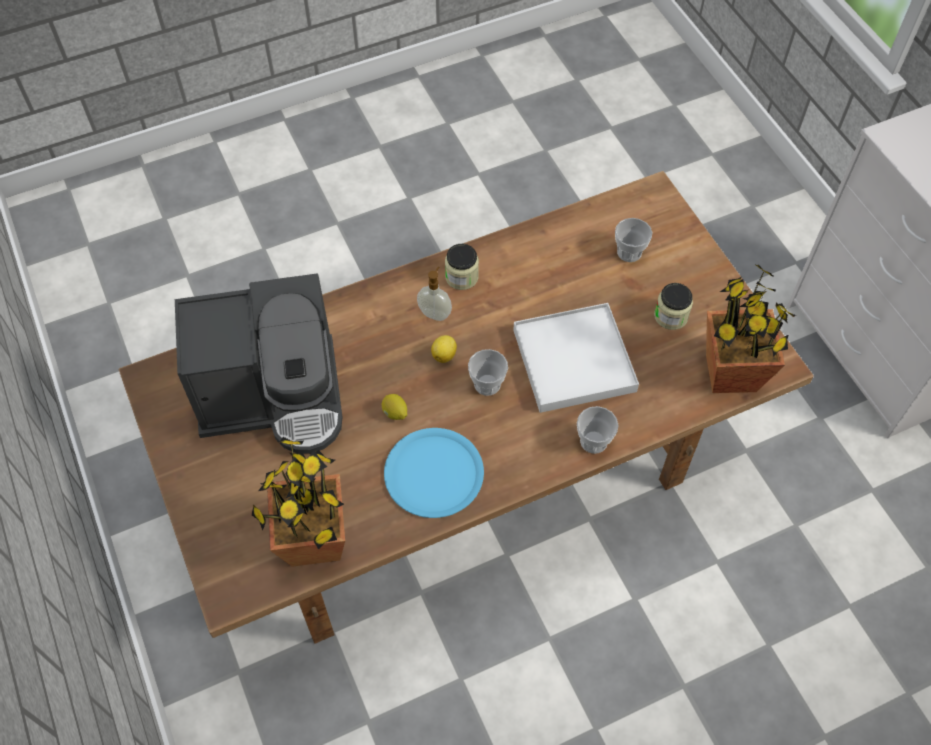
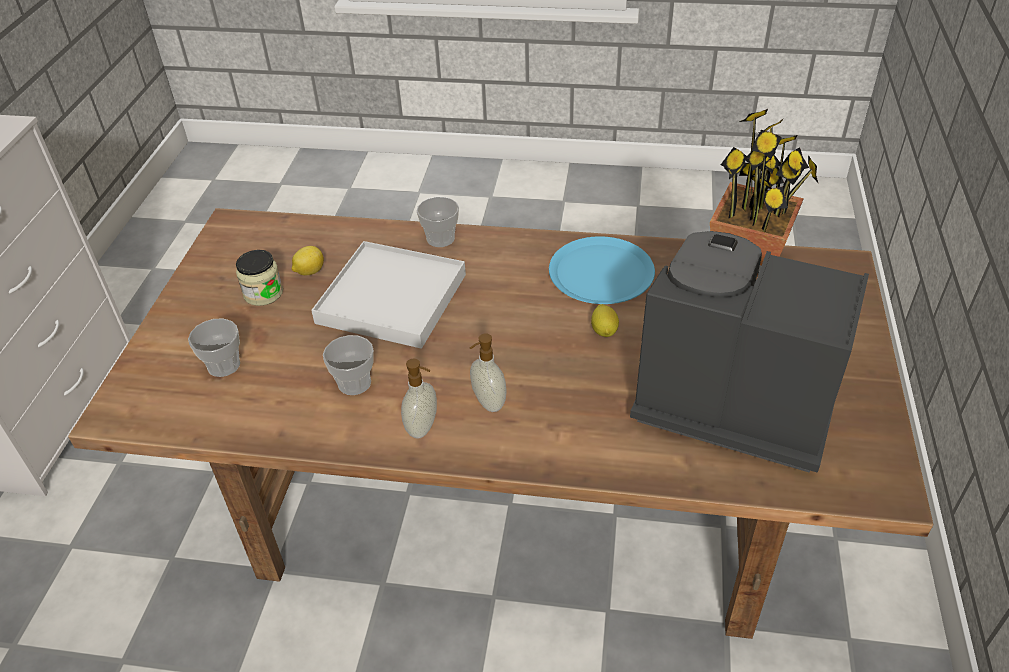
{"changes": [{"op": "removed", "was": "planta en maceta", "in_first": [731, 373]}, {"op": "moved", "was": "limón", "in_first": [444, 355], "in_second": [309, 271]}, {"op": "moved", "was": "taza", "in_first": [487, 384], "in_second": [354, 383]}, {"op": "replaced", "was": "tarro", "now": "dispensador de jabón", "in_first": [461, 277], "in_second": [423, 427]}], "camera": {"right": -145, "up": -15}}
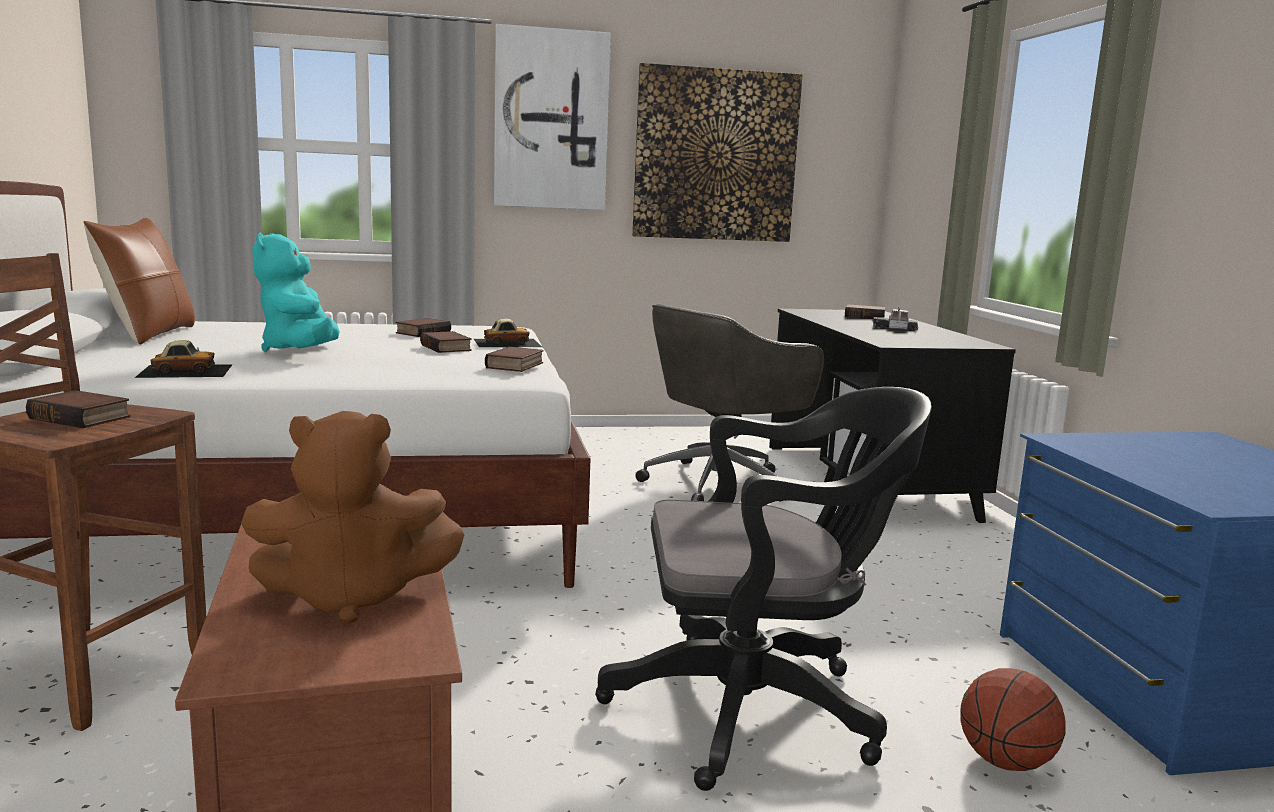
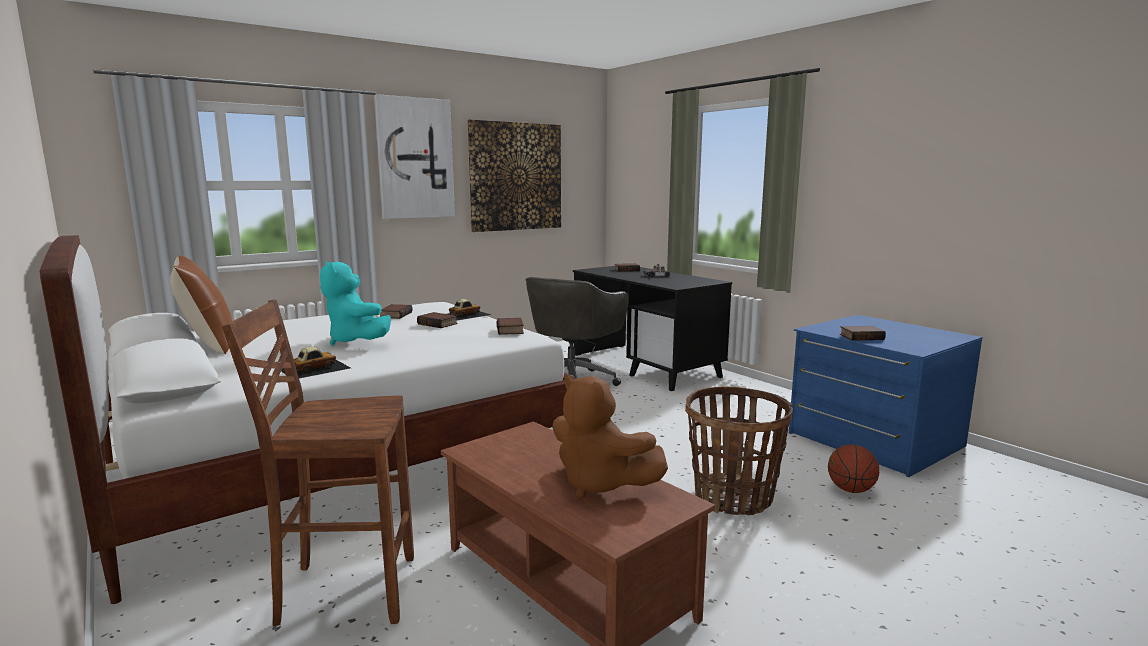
{"changes": [{"op": "moved", "was": "libro", "in_first": [83, 417], "in_second": [861, 337]}, {"op": "replaced", "was": "silla de oficina [negro]", "now": "cesta", "in_first": [757, 710], "in_second": [733, 497]}, {"op": "turned", "was": "peluche [marrón]", "in_first": [352, 597], "in_second": [600, 484], "clockwise": 75}], "camera": {"right": -25, "up": 0}}
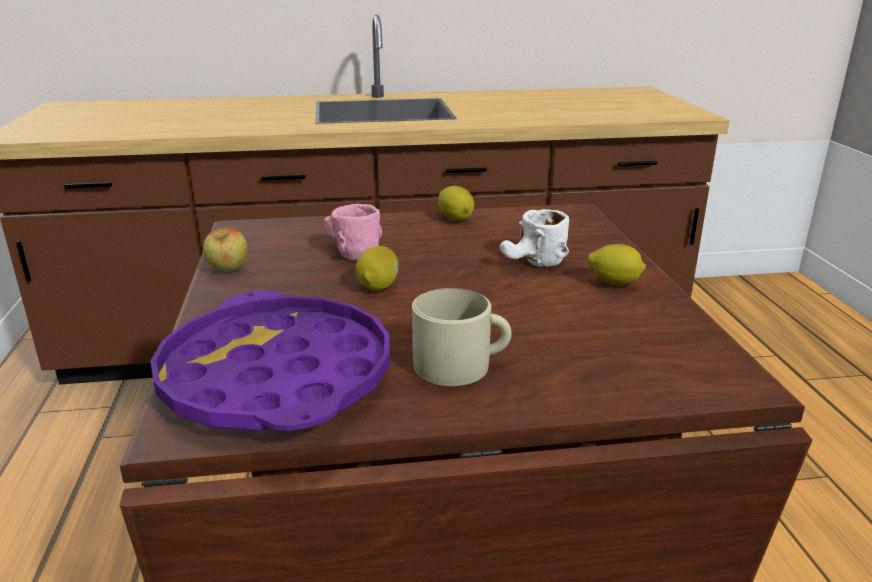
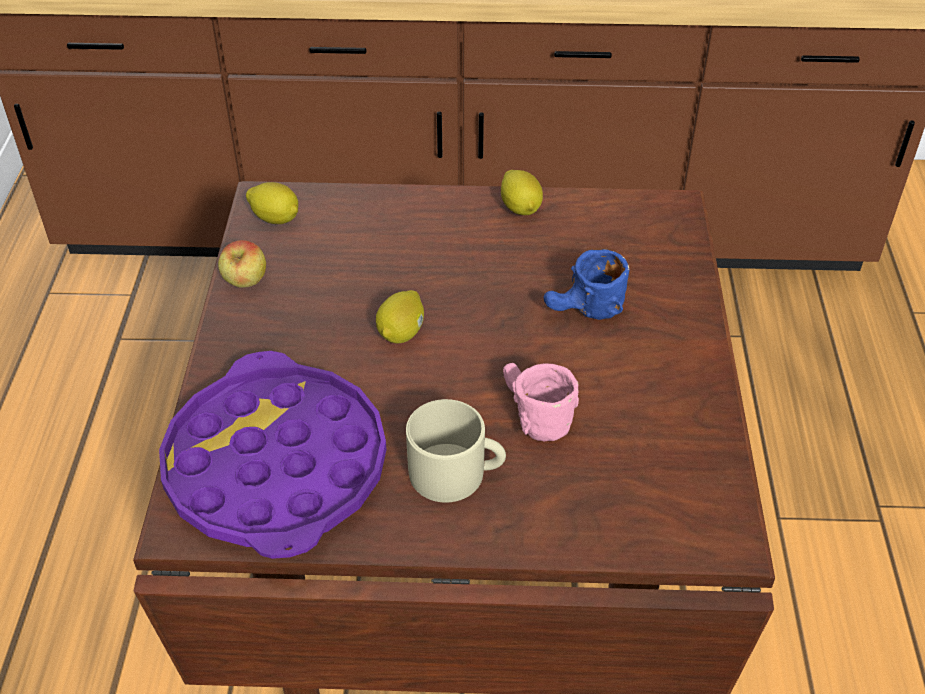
{"changes": [{"op": "moved", "was": "taza grande [rosa]", "in_first": [347, 251], "in_second": [530, 416]}, {"op": "moved", "was": "limón", "in_first": [614, 283], "in_second": [276, 219]}, {"op": "recoloured", "was": "taza grande [blanco]", "now": "taza grande [azul]", "in_first": [533, 264], "in_second": [584, 312]}], "camera": {"right": 10, "up": 20}}
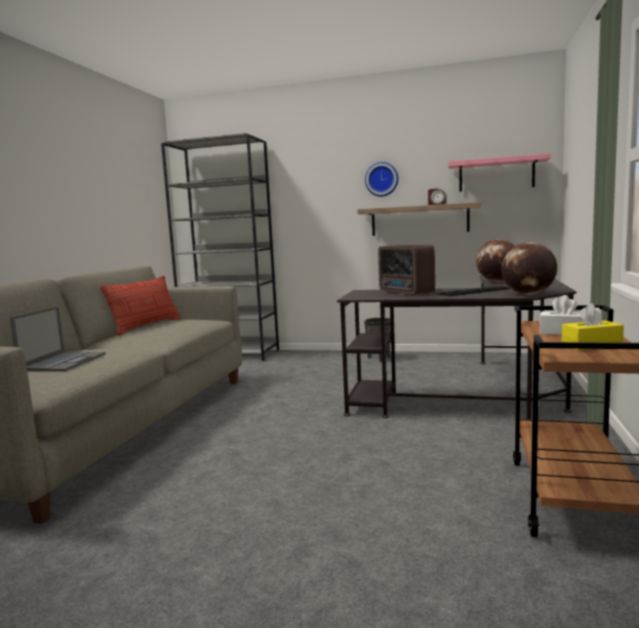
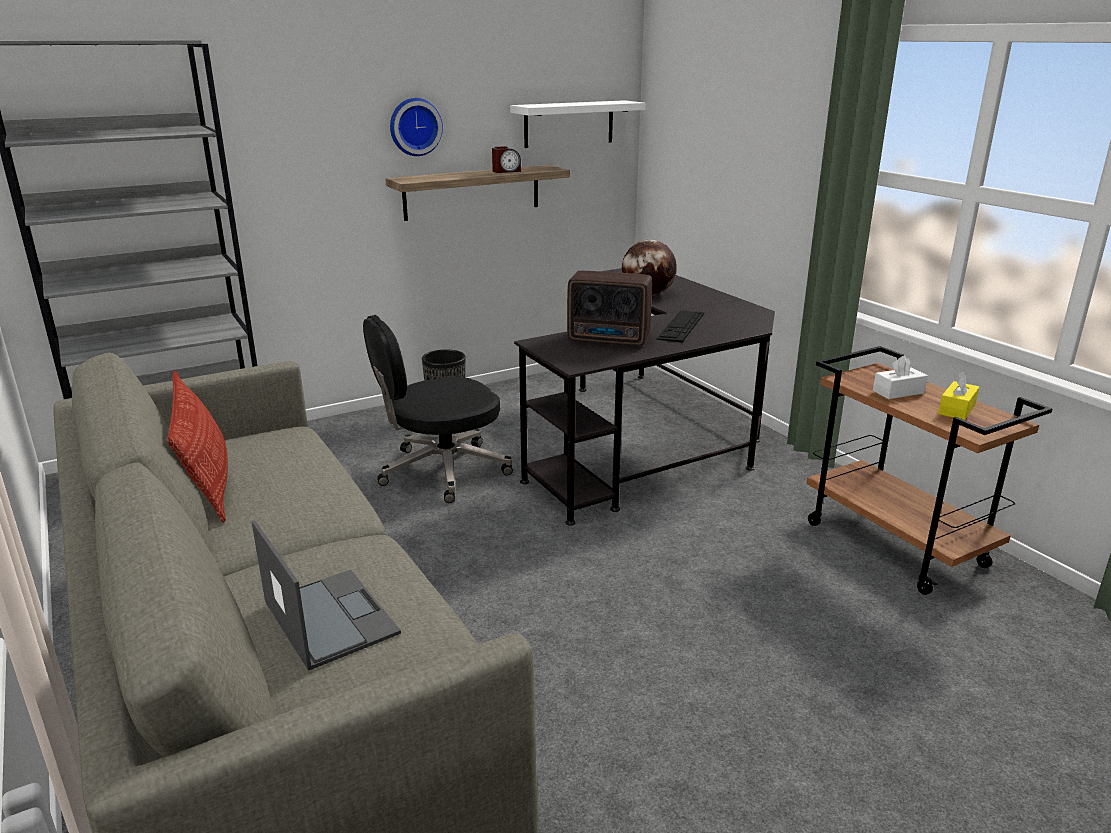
{"changes": [{"op": "removed", "was": "globo terráqueo", "in_first": [528, 294]}, {"op": "added", "now": "silla de oficina [negro]", "in_second": [441, 471]}, {"op": "recoloured", "was": "estante [rosa]", "now": "estante [blanco]", "in_first": [496, 174], "in_second": [569, 124]}], "camera": {"right": -45, "up": 15}}
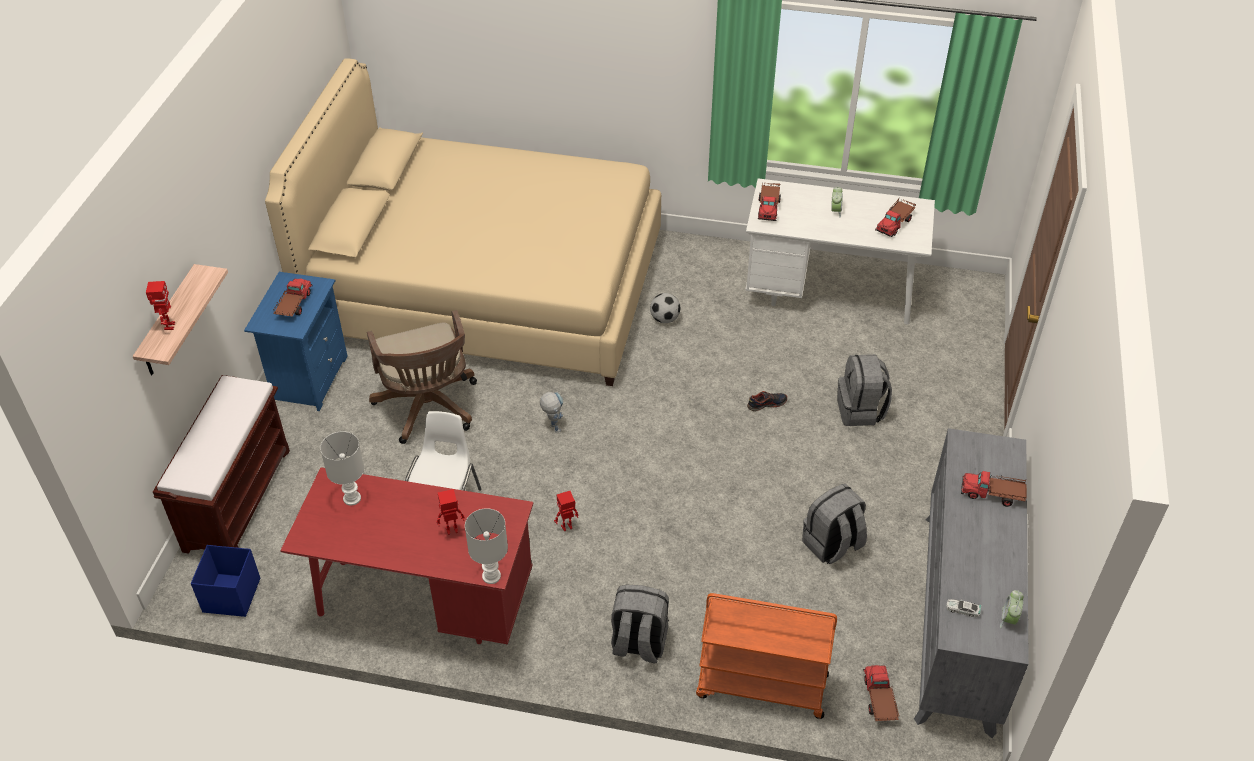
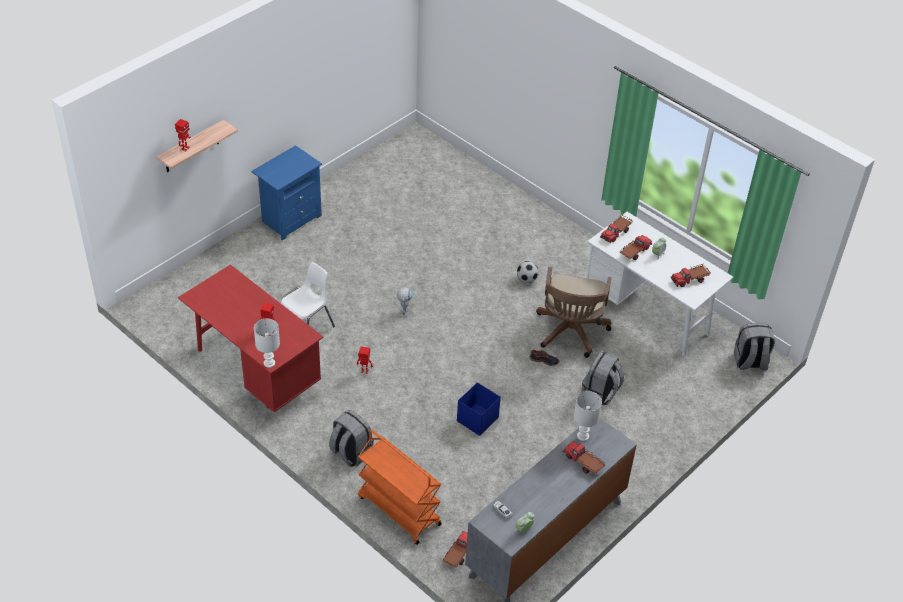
{"changes": [{"op": "removed", "was": "banco [marrón]", "in_first": [237, 498]}, {"op": "removed", "was": "cama [beis]", "in_first": [487, 288]}, {"op": "moved", "was": "caja de almacenaje [azul]", "in_first": [231, 596], "in_second": [477, 419]}, {"op": "moved", "was": "camión de juguete", "in_first": [294, 305], "in_second": [634, 252]}, {"op": "moved", "was": "lámpara de mesa [blanco]", "in_first": [351, 499], "in_second": [582, 436]}, {"op": "moved", "was": "silla de oficina [marrón]", "in_first": [428, 409], "in_second": [570, 333]}, {"op": "moved", "was": "mochila [gris]", "in_first": [832, 545], "in_second": [750, 362]}], "camera": {"right": 30, "up": 0}}
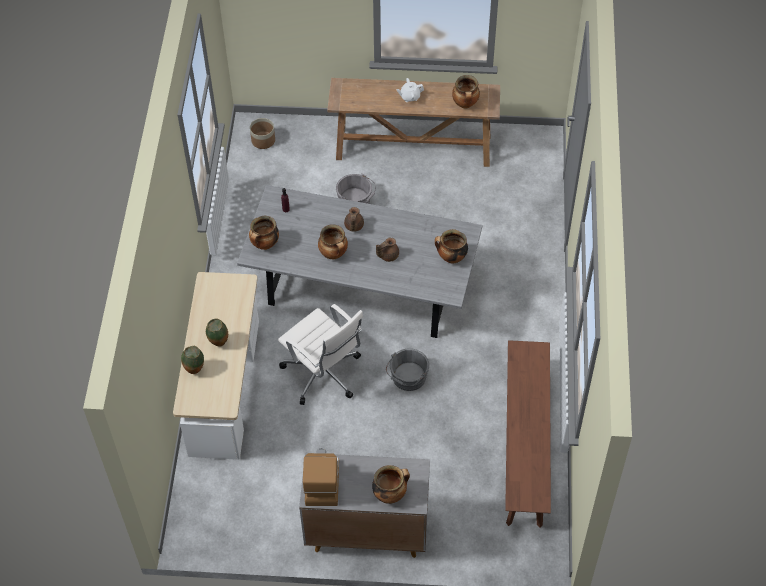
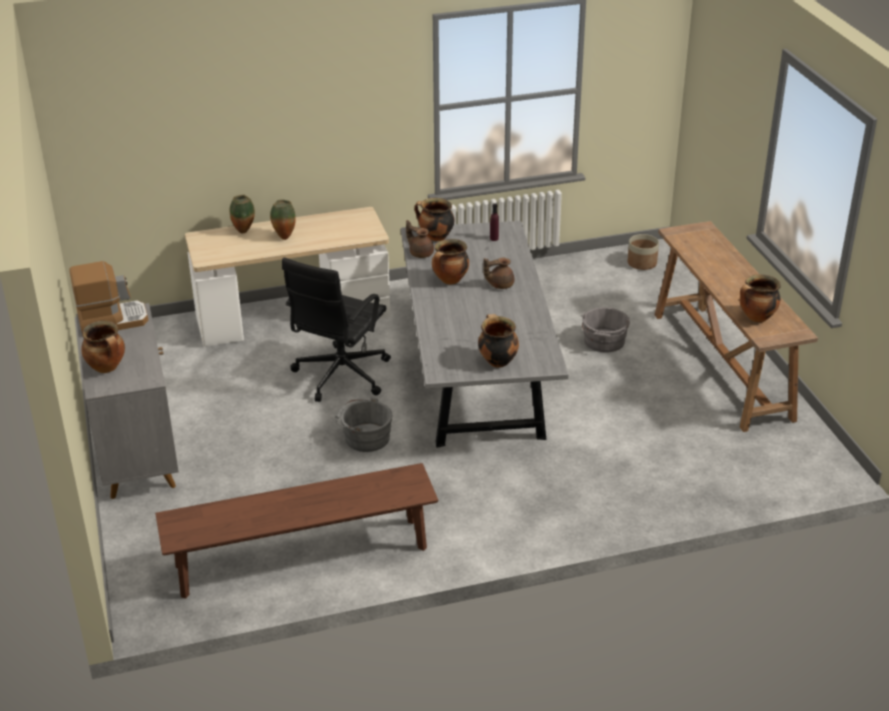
{"changes": [{"op": "removed", "was": "tetera [blanco]", "in_first": [410, 97]}, {"op": "moved", "was": "tetera [marrón]", "in_first": [387, 255], "in_second": [420, 253]}, {"op": "recoloured", "was": "silla de oficina [blanco]", "now": "silla de oficina [negro]", "in_first": [323, 374], "in_second": [339, 376]}], "camera": {"right": 70, "up": -20}}
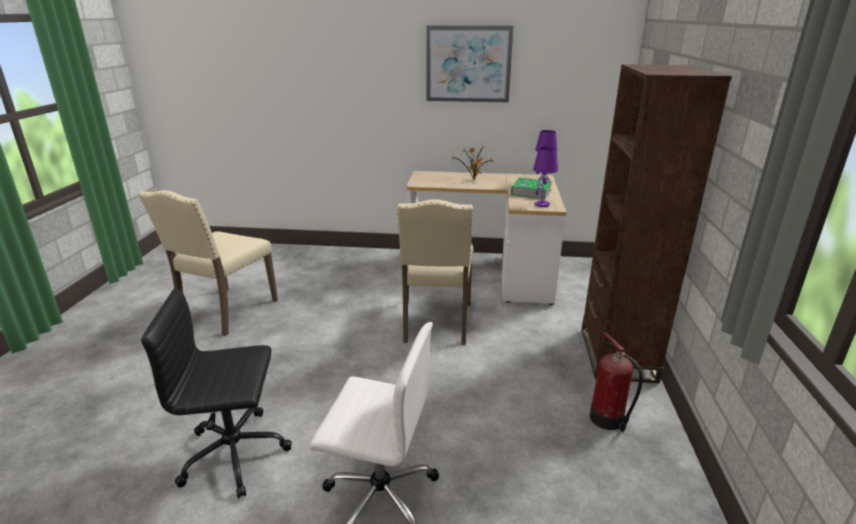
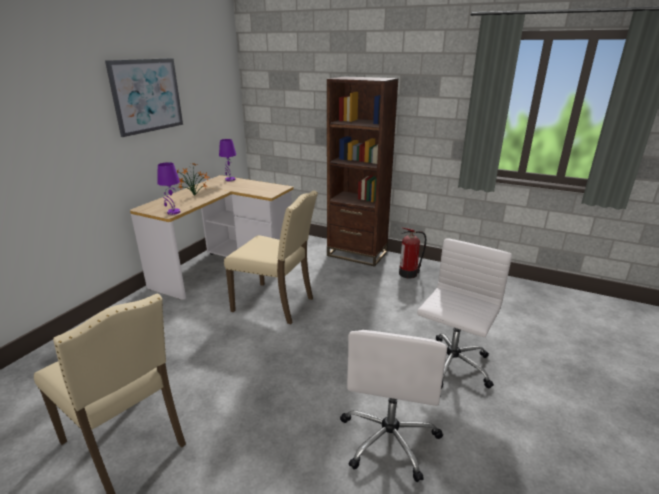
{"changes": [{"op": "removed", "was": "libro", "in_first": [531, 192]}, {"op": "moved", "was": "lámpara de mesa [morado]", "in_first": [541, 204], "in_second": [173, 212]}, {"op": "recoloured", "was": "silla de oficina [negro]", "now": "silla de oficina [blanco]", "in_first": [237, 453], "in_second": [389, 438]}], "camera": {"right": -70, "up": 0}}
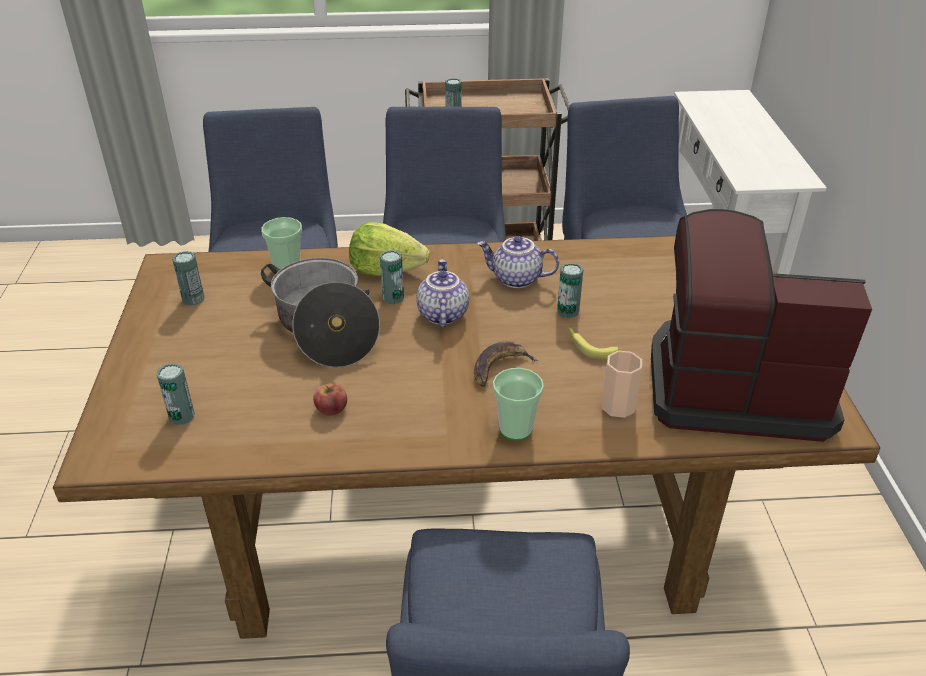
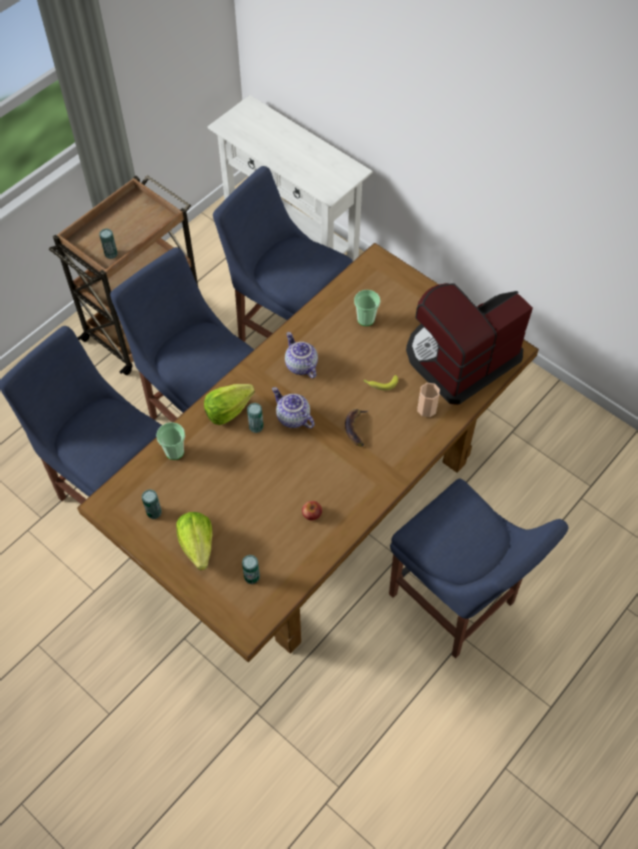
{"changes": [{"op": "removed", "was": "olla", "in_first": [325, 329]}, {"op": "removed", "was": "lata", "in_first": [568, 311]}, {"op": "added", "now": "lechuga", "in_second": [197, 545]}, {"op": "moved", "was": "taza", "in_first": [515, 429], "in_second": [365, 319]}, {"op": "turned", "was": "tetera", "in_first": [516, 279], "in_second": [300, 365], "clockwise": 90}], "camera": {"right": -45, "up": 20}}
